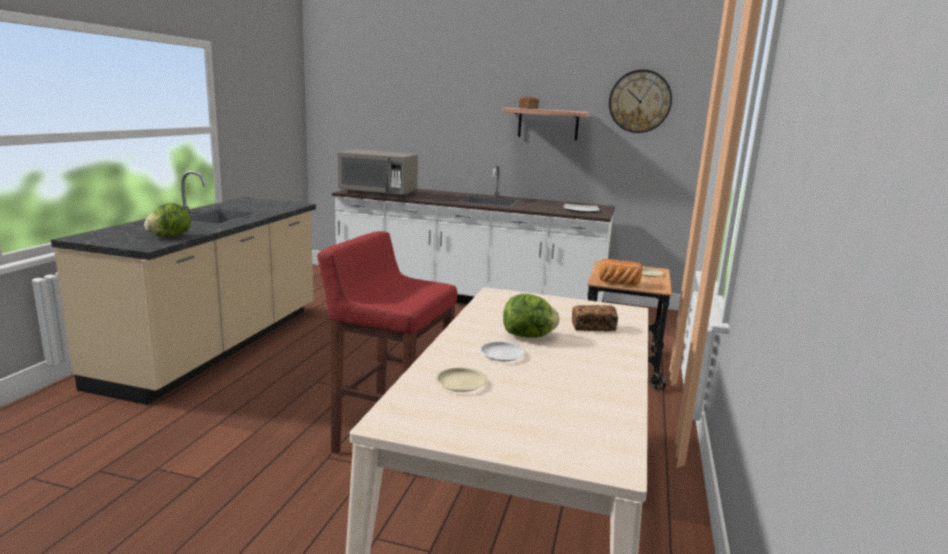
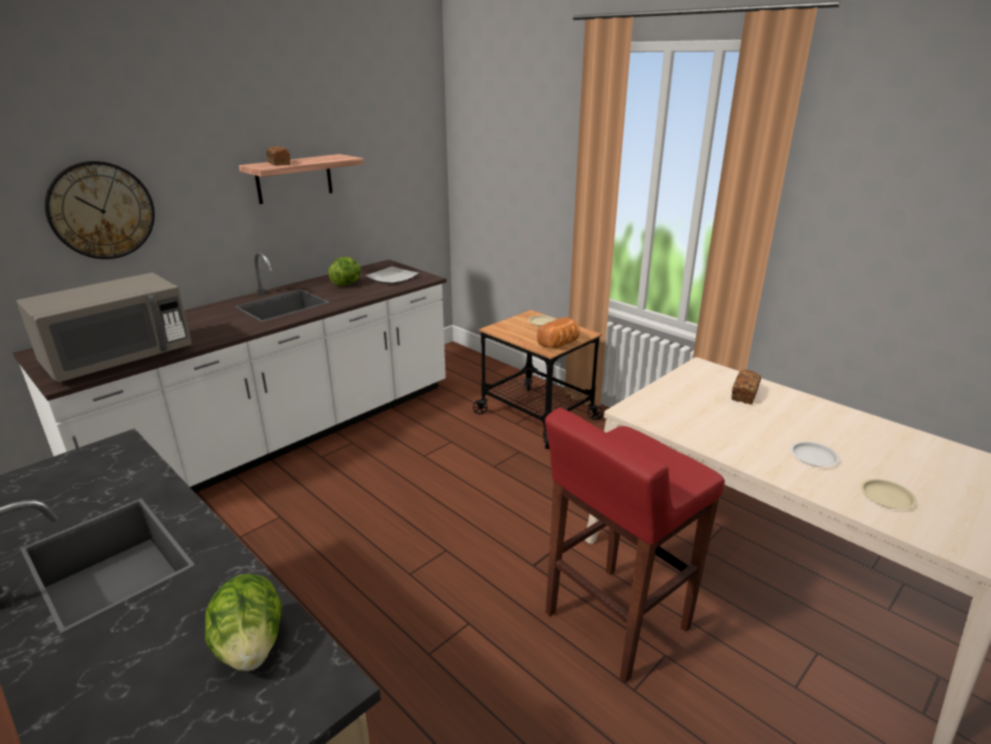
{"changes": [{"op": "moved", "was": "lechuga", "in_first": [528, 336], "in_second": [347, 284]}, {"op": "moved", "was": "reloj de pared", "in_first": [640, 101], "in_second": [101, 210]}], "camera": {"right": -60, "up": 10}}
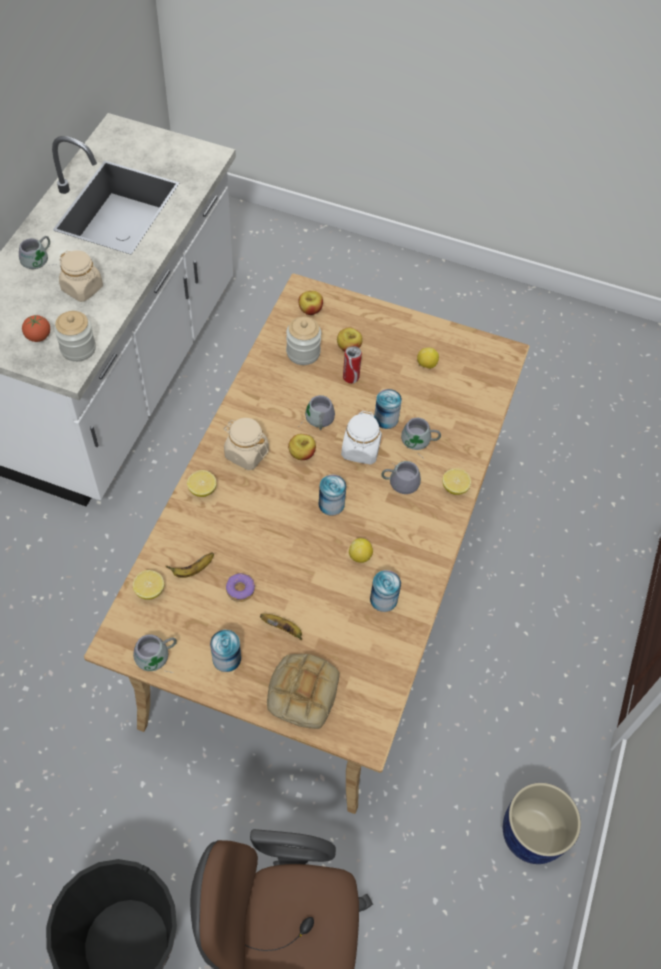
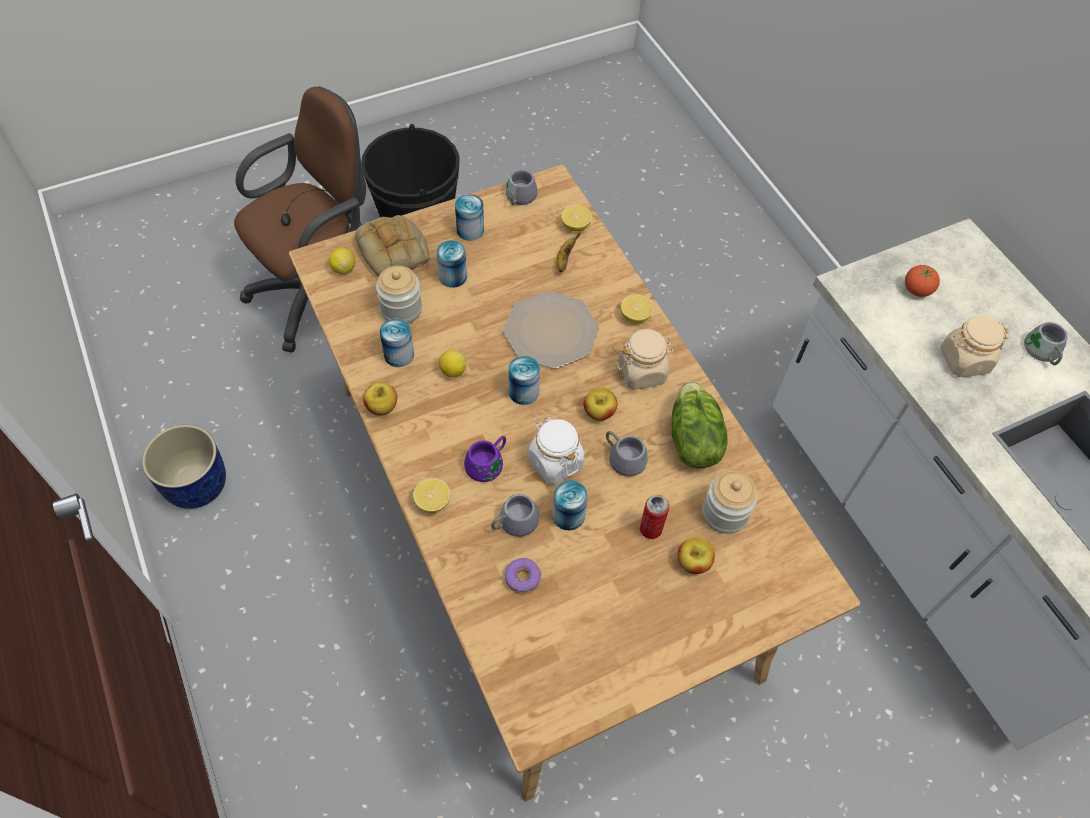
{"changes": [{"op": "added", "now": "plato", "in_second": [550, 331]}, {"op": "added", "now": "lechuga", "in_second": [692, 440]}, {"op": "moved", "was": "tarro", "in_first": [78, 348], "in_second": [401, 309]}, {"op": "moved", "was": "rosquilla", "in_first": [240, 589], "in_second": [523, 578]}, {"op": "moved", "was": "manzana", "in_first": [310, 310], "in_second": [382, 407]}, {"op": "moved", "was": "limón", "in_first": [426, 364], "in_second": [343, 269]}, {"op": "replaced", "was": "plátano", "now": "lata", "in_first": [283, 628], "in_second": [453, 276]}, {"op": "recoloured", "was": "taza grande [gris]", "now": "taza grande [morado]", "in_first": [400, 479], "in_second": [490, 465]}], "camera": {"right": 135, "up": 0}}
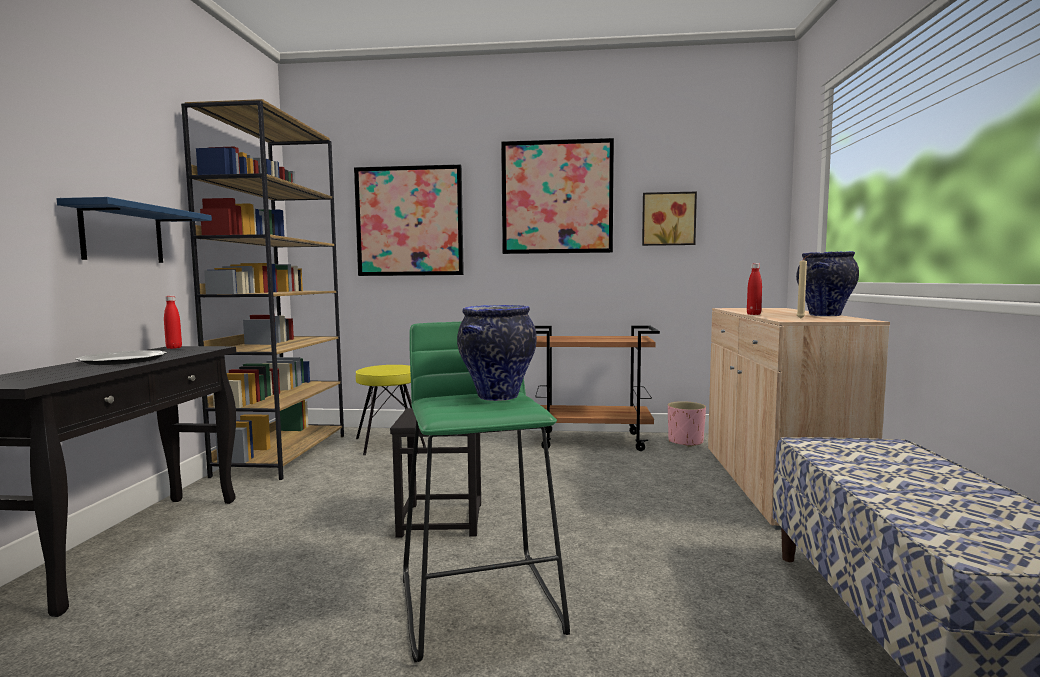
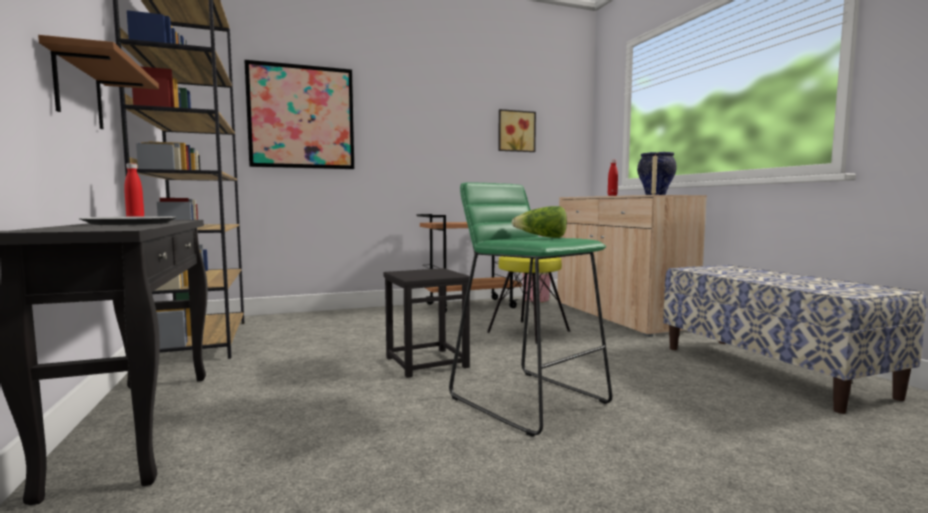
{"changes": [{"op": "removed", "was": "cuadro", "in_first": [557, 197]}, {"op": "moved", "was": "taburete [amarillo]", "in_first": [389, 442], "in_second": [528, 332]}, {"op": "replaced", "was": "florero", "now": "lechuga", "in_first": [497, 397], "in_second": [542, 237]}, {"op": "recoloured", "was": "estante [azul]", "now": "estante [marrón]", "in_first": [122, 234], "in_second": [78, 90]}], "camera": {"right": -25, "up": 0}}
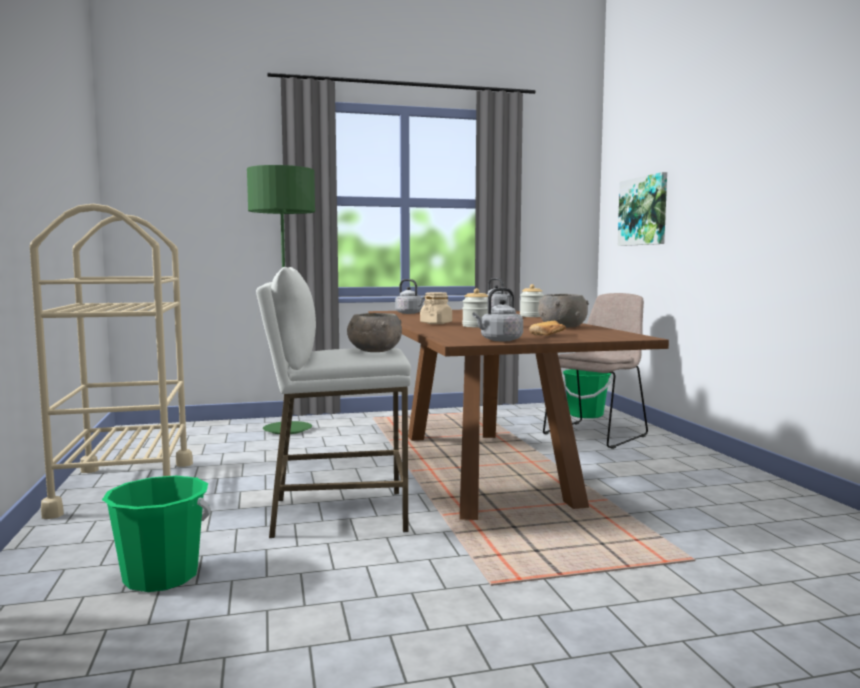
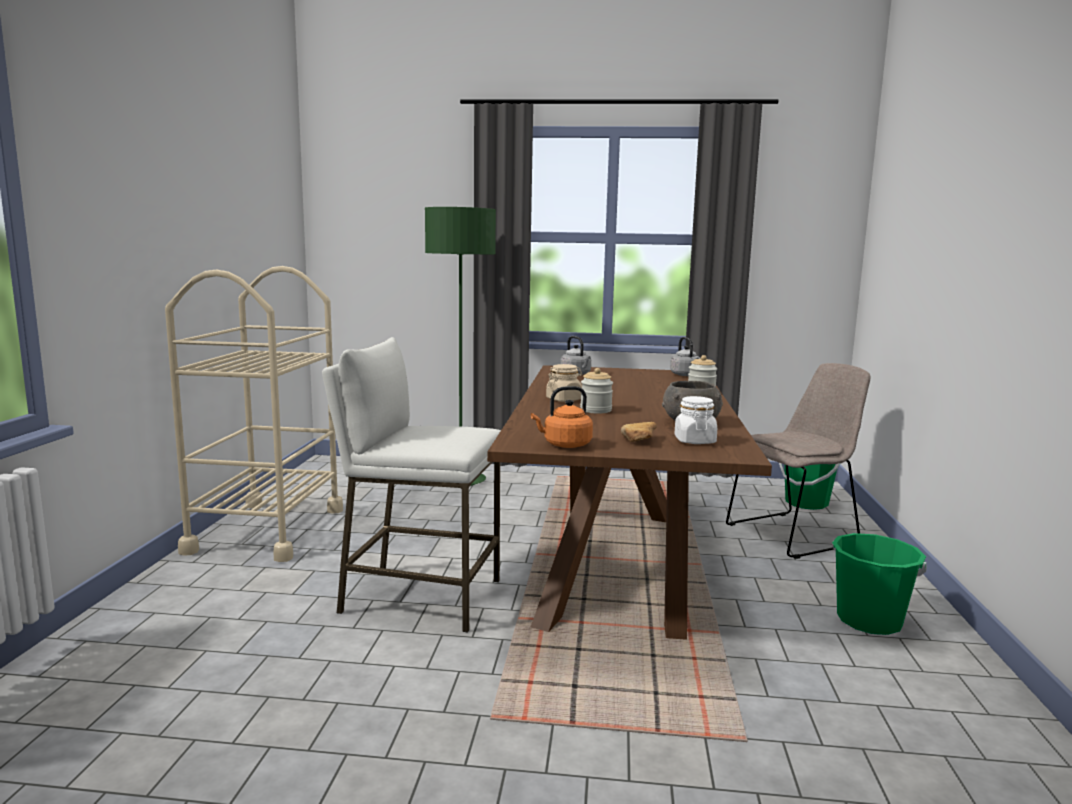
{"changes": [{"op": "removed", "was": "cuenco [gris]", "in_first": [374, 351]}, {"op": "removed", "was": "cuadro", "in_first": [644, 211]}, {"op": "added", "now": "tarro [blanco]", "in_second": [694, 441]}, {"op": "moved", "was": "cubo [verde]", "in_first": [161, 576], "in_second": [869, 621]}, {"op": "recoloured", "was": "hervidor [gris]", "now": "hervidor [naranja]", "in_first": [499, 340], "in_second": [564, 445]}], "camera": {"right": 20, "up": 5}}
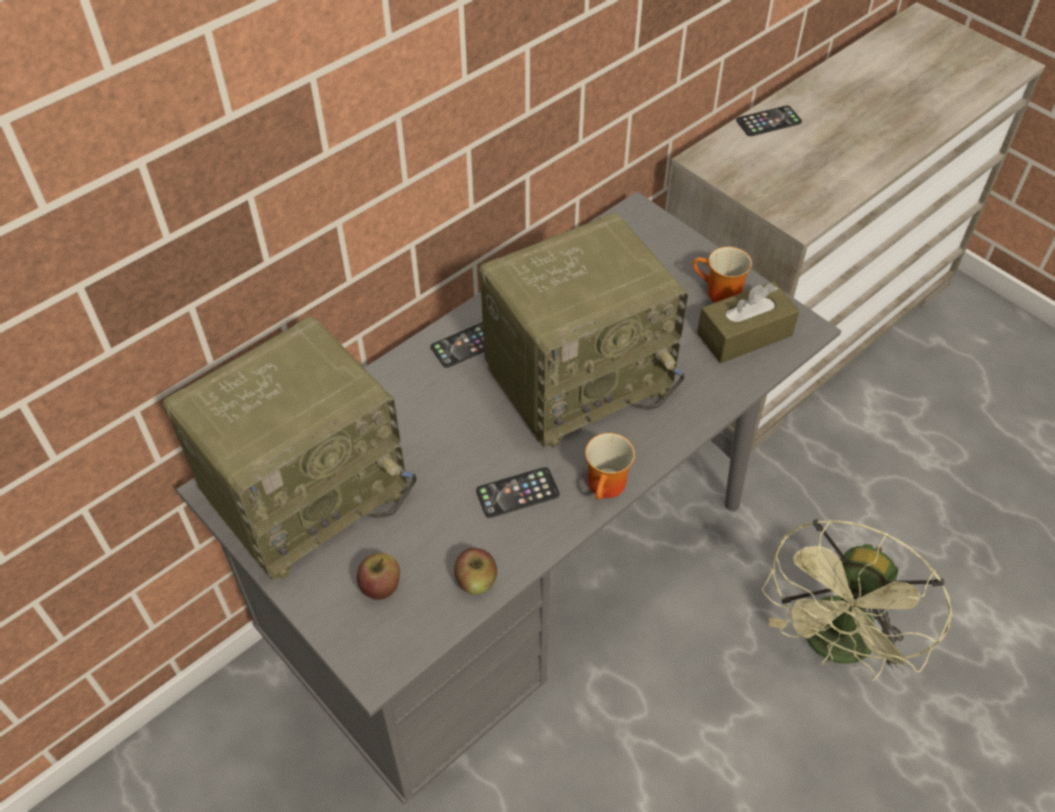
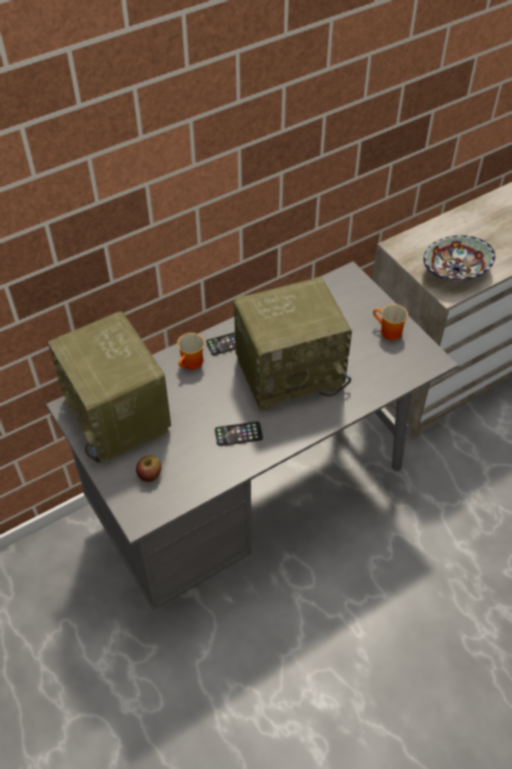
{"changes": [{"op": "removed", "was": "manzana", "in_first": [476, 581]}, {"op": "removed", "was": "caja de pañuelos [marrón]", "in_first": [744, 334]}, {"op": "removed", "was": "móvil", "in_first": [768, 122]}, {"op": "removed", "was": "ventilador [verde]", "in_first": [835, 646]}, {"op": "added", "now": "cuenco", "in_second": [456, 272]}, {"op": "moved", "was": "taza grande", "in_first": [608, 487], "in_second": [192, 364]}, {"op": "turned", "was": "radio", "in_first": [307, 491], "in_second": [118, 415], "clockwise": 90}], "camera": {"right": 10, "up": 0}}
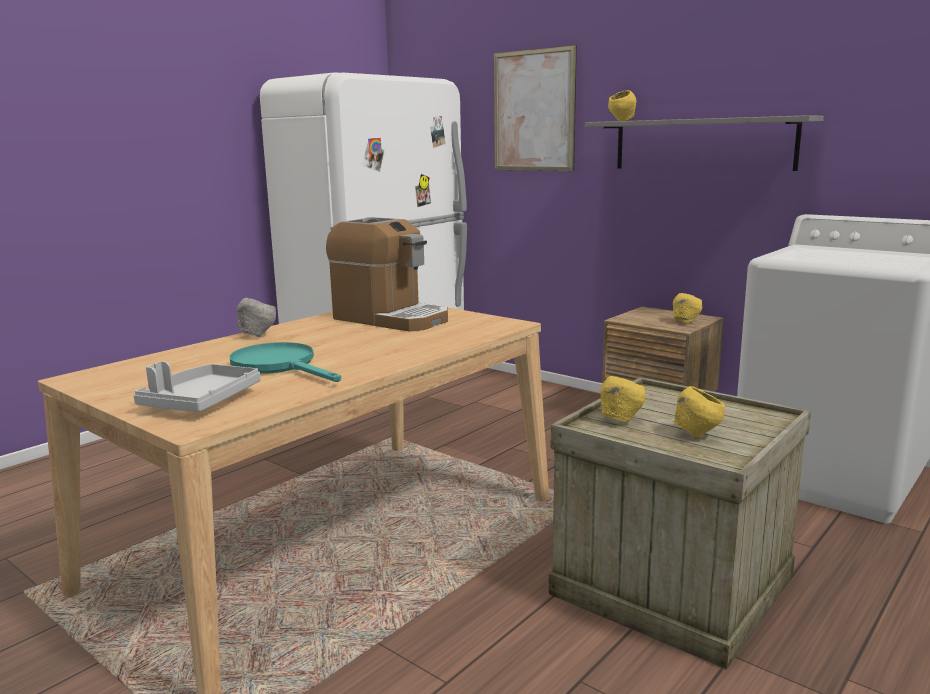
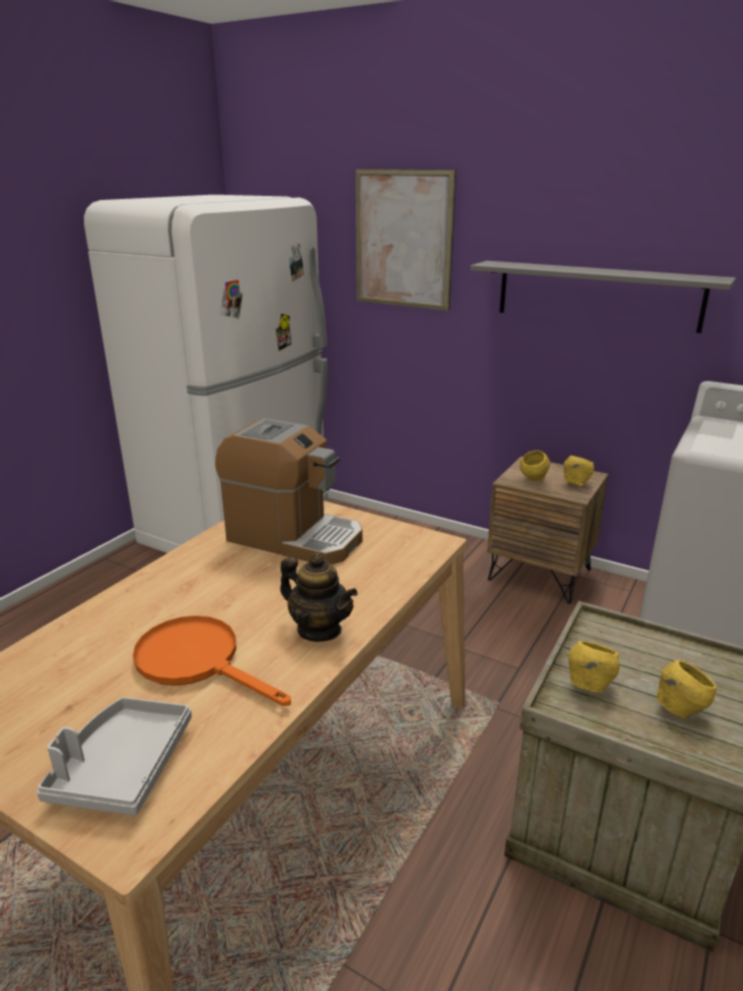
{"changes": [{"op": "removed", "was": "cuenco [gris]", "in_first": [257, 336]}, {"op": "added", "now": "tetera", "in_second": [319, 629]}, {"op": "moved", "was": "cuenco [amarillo]", "in_first": [622, 121], "in_second": [533, 480]}, {"op": "recoloured", "was": "sartén [turquesa]", "now": "sartén [naranja]", "in_first": [280, 366], "in_second": [198, 661]}], "camera": {"right": -10, "up": 10}}
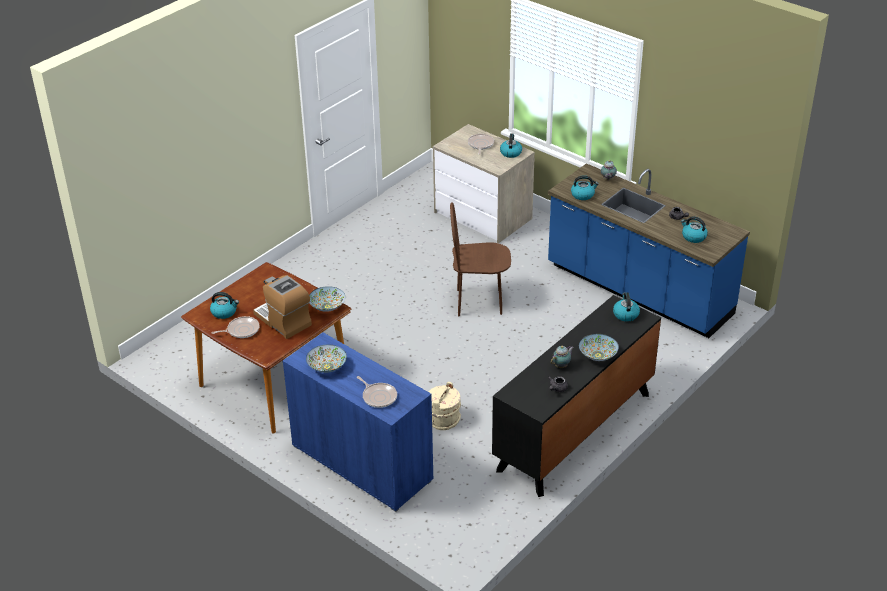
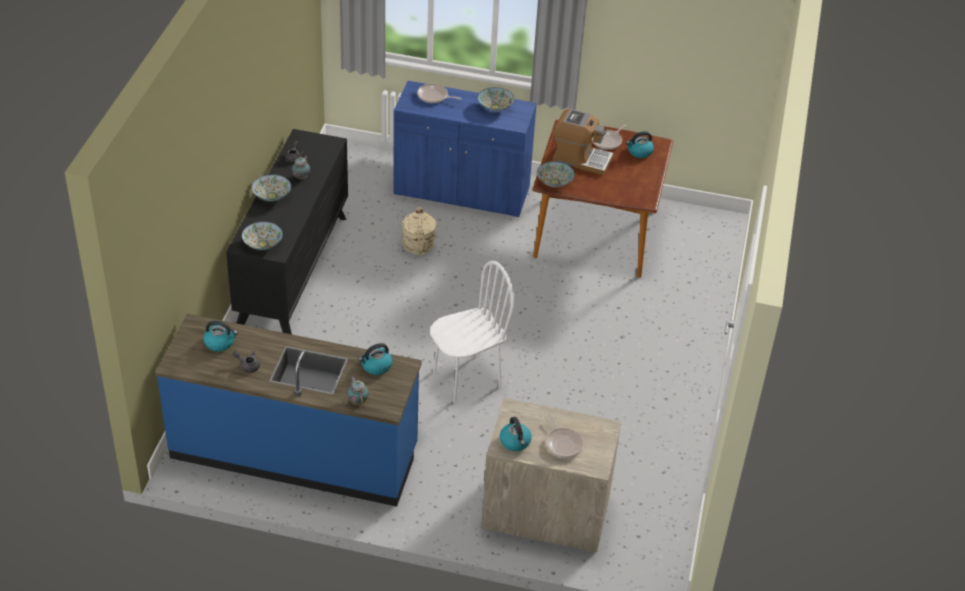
{"changes": [{"op": "replaced", "was": "hervidor", "now": "cuenco", "in_first": [625, 314], "in_second": [263, 244]}, {"op": "recoloured", "was": "silla [marrón]", "now": "silla [blanco]", "in_first": [479, 302], "in_second": [466, 378]}], "camera": {"right": 150, "up": 5}}
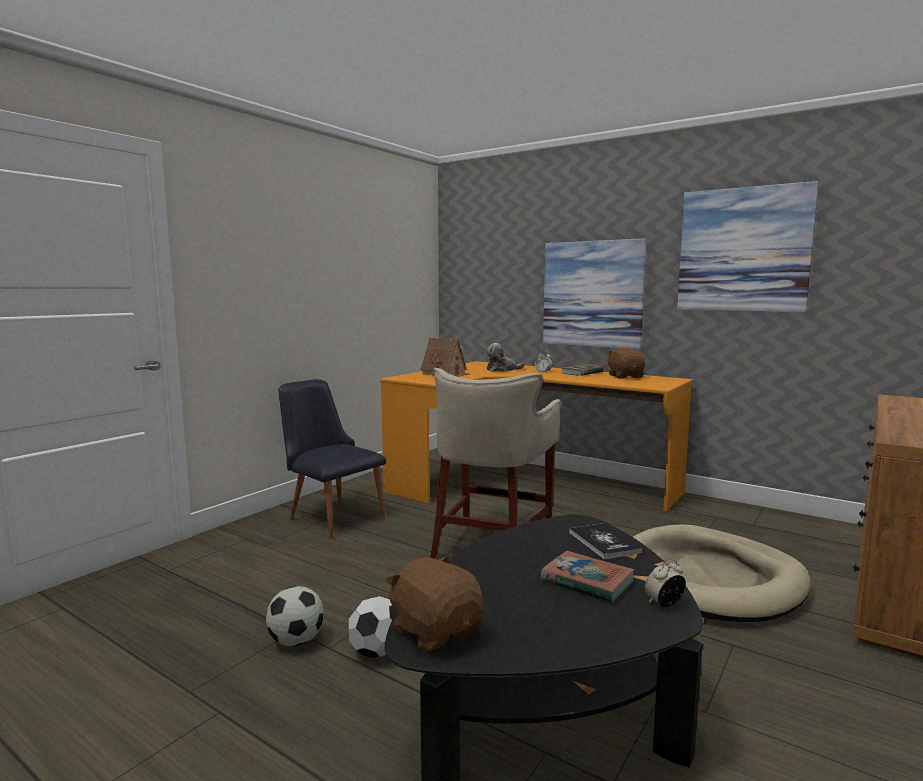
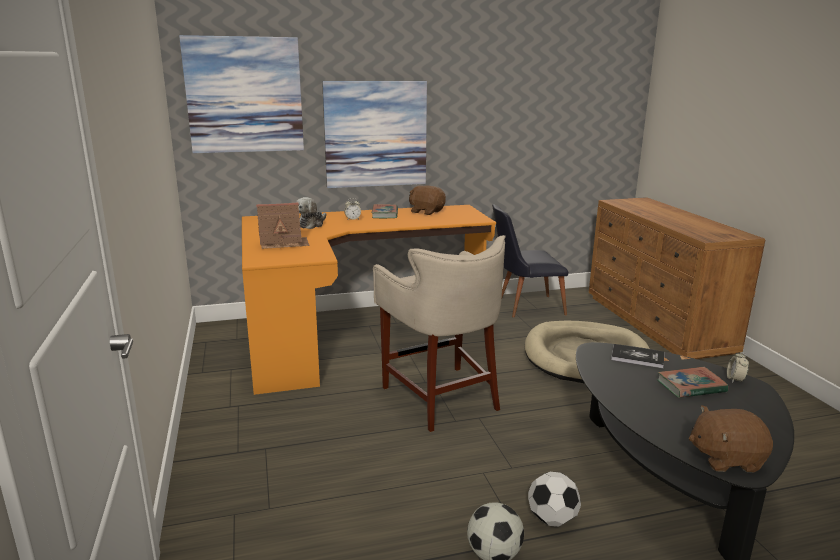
{"changes": [{"op": "moved", "was": "silla [negro]", "in_first": [332, 516], "in_second": [524, 306]}, {"op": "moved", "was": "cuadro", "in_first": [743, 250], "in_second": [244, 95]}], "camera": {"right": -50, "up": 10}}
